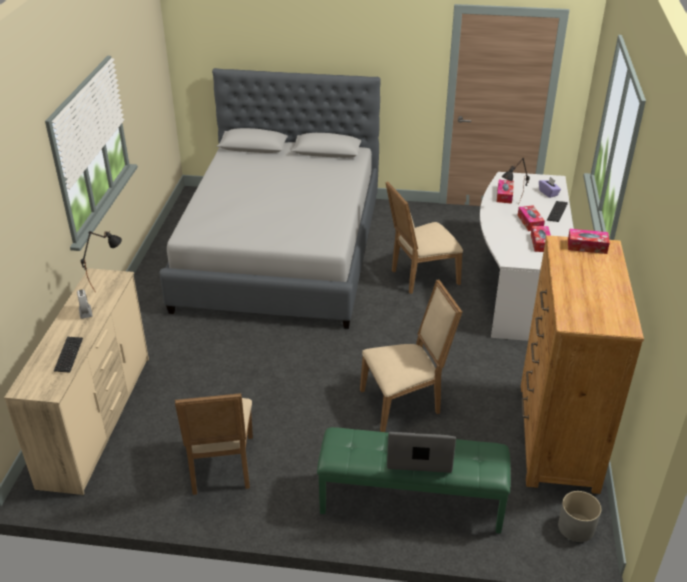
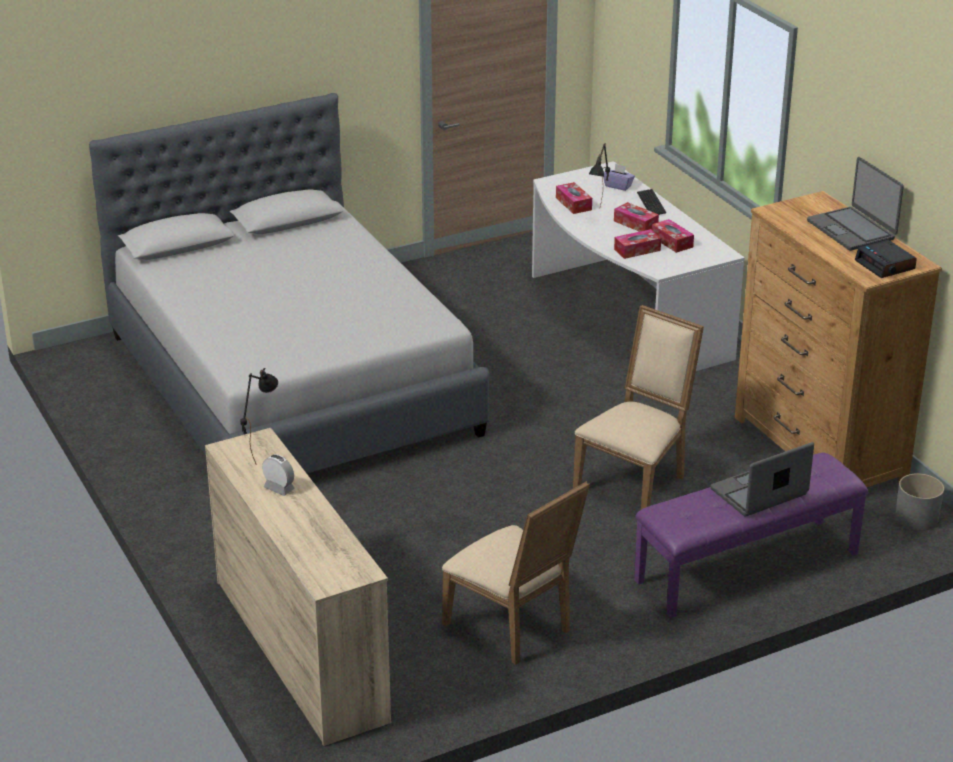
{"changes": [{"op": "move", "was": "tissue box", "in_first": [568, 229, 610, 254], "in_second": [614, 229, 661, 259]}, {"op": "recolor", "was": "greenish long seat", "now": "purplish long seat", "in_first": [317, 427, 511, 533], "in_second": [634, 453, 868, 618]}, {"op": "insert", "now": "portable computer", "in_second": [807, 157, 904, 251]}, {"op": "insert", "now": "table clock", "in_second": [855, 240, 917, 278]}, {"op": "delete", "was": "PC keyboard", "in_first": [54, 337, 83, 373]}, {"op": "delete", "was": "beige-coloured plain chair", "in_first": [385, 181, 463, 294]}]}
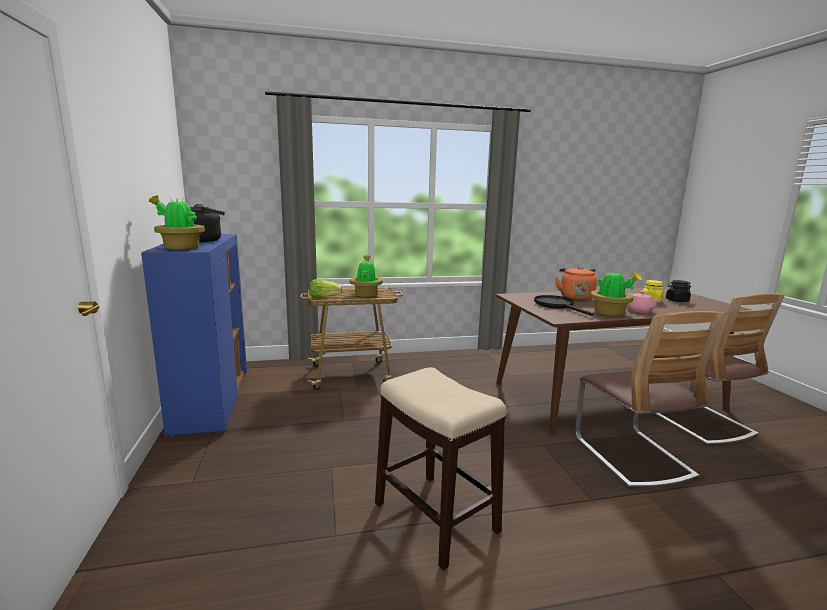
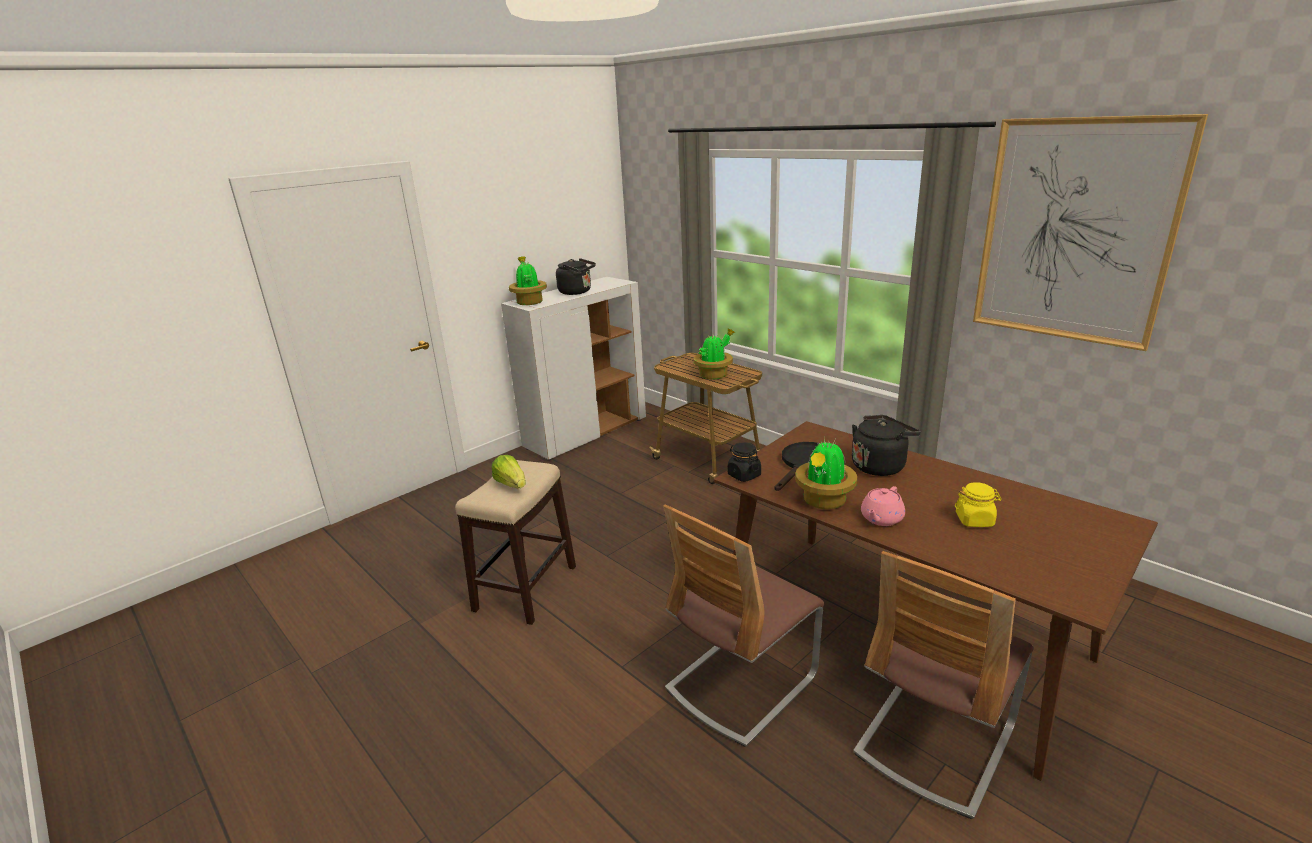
{"changes": [{"op": "move", "was": "lettuce head", "in_first": [309, 279, 342, 298], "in_second": [492, 455, 526, 489]}, {"op": "recolor", "was": "bluish cupboard", "now": "white cupboard", "in_first": [141, 234, 247, 437], "in_second": [501, 277, 646, 460]}, {"op": "move", "was": "blackish storage jar", "in_first": [666, 280, 691, 302], "in_second": [728, 442, 761, 482]}, {"op": "recolor", "was": "orangey water kettle", "now": "blackish water kettle", "in_first": [555, 266, 597, 301], "in_second": [852, 415, 921, 476]}, {"op": "insert", "now": "picture", "in_second": [973, 114, 1208, 351]}]}
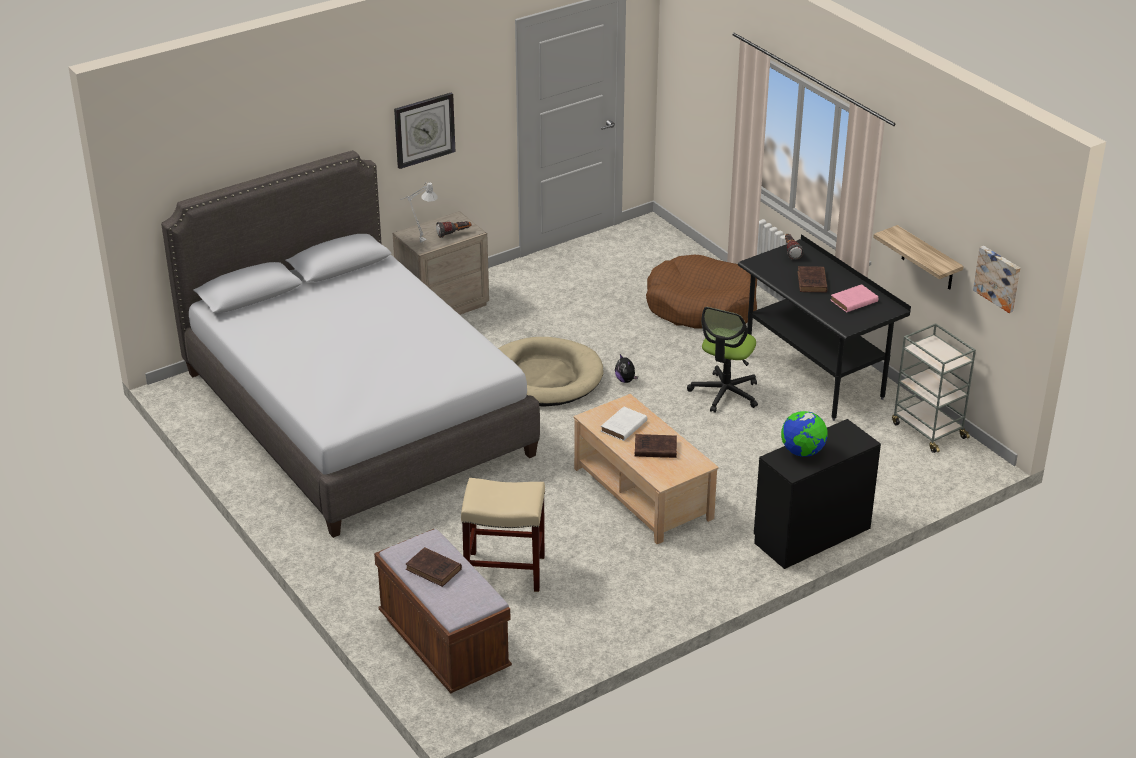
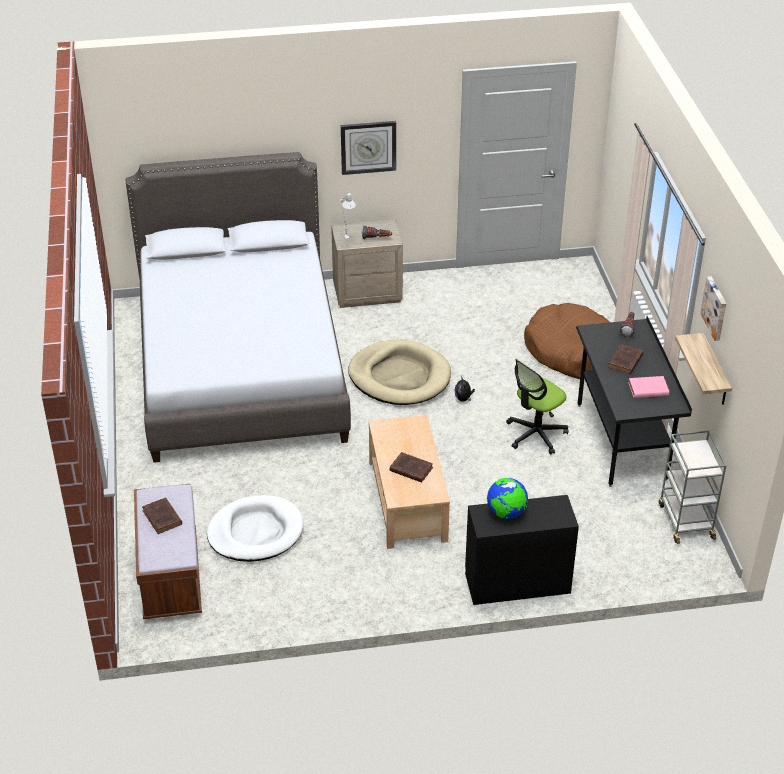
{"changes": [{"op": "replace", "was": "beige-coloured stool", "now": "white pet bed", "in_first": [461, 478, 545, 592], "in_second": [207, 495, 303, 562]}, {"op": "move", "was": "picture", "in_first": [973, 246, 1020, 313], "in_second": [700, 276, 726, 341]}, {"op": "delete", "was": "white book", "in_first": [601, 406, 647, 441]}]}
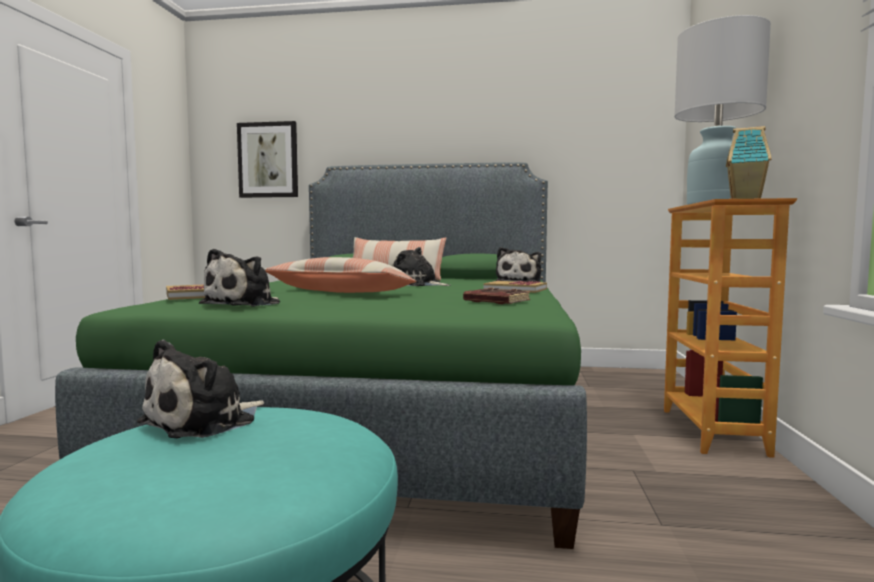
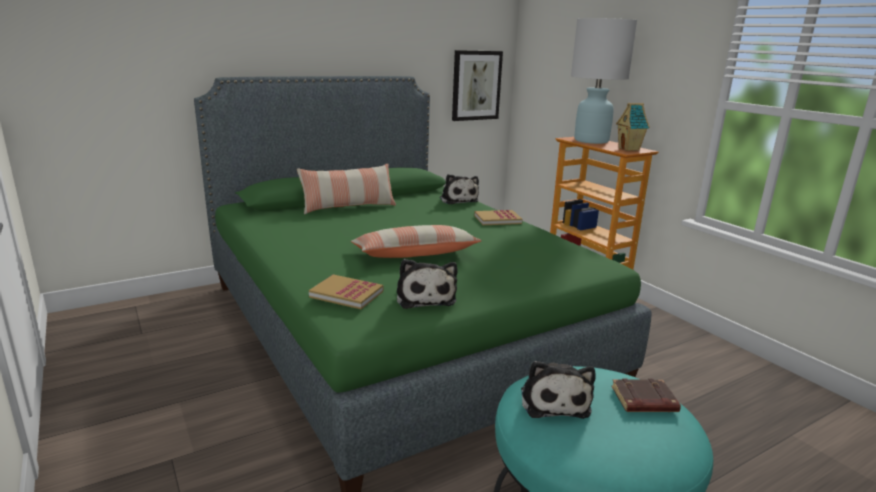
{"changes": [{"op": "move", "was": "picture", "in_first": [237, 121, 298, 198], "in_second": [452, 50, 503, 121]}, {"op": "move", "was": "brown-coloured book", "in_first": [463, 287, 530, 304], "in_second": [612, 379, 681, 412]}, {"op": "delete", "was": "soft toy", "in_first": [393, 247, 450, 286]}]}
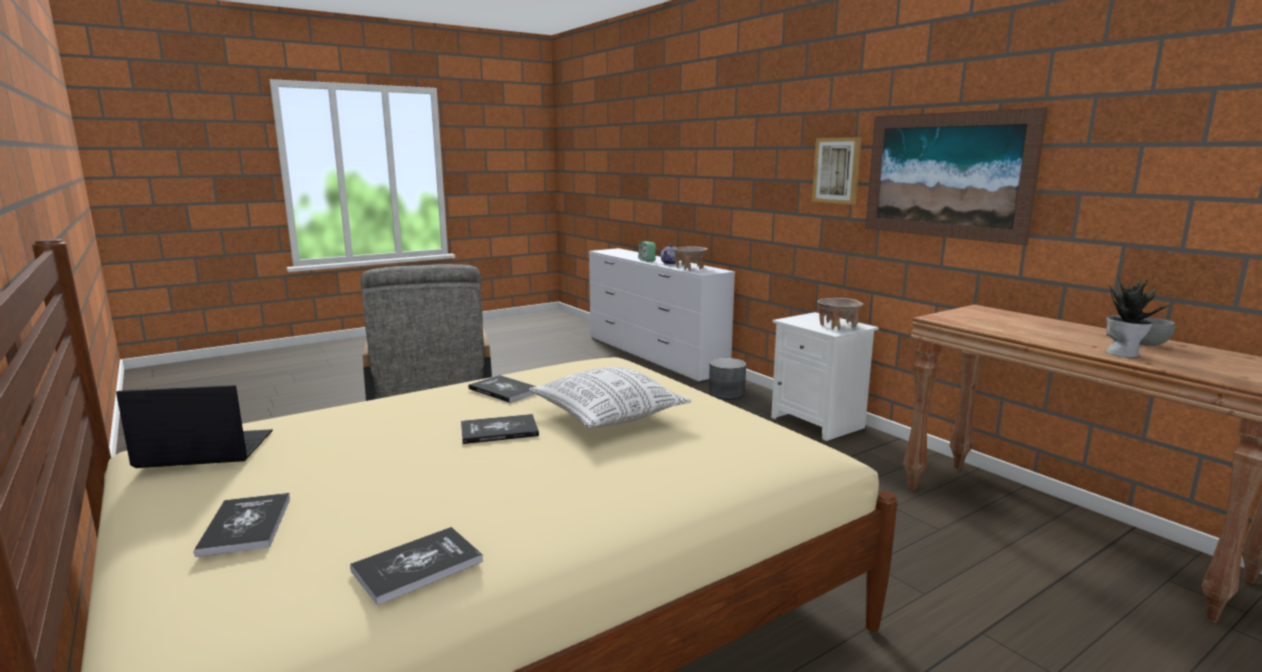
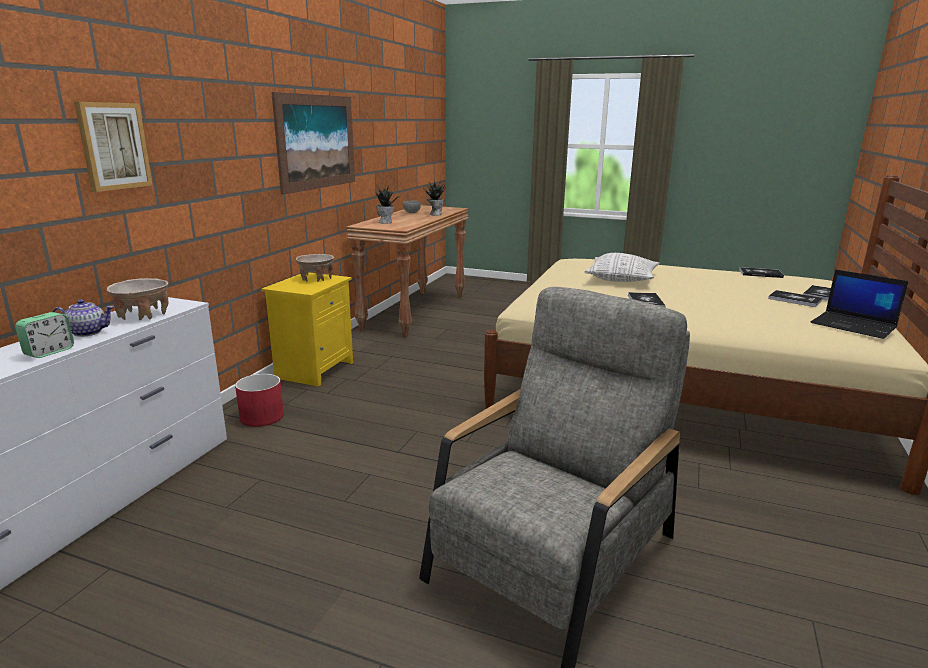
{"changes": [{"op": "move", "was": "picture", "in_first": [812, 137, 862, 205], "in_second": [74, 102, 153, 192]}, {"op": "recolor", "was": "greyish flower pot", "now": "red-coloured flower pot", "in_first": [709, 358, 746, 400], "in_second": [235, 374, 284, 427]}, {"op": "recolor", "was": "white bedside table", "now": "yellowish bedside table", "in_first": [771, 312, 879, 441], "in_second": [261, 272, 353, 387]}, {"op": "insert", "now": "houseplant", "in_second": [374, 185, 399, 224]}, {"op": "move", "was": "book", "in_first": [461, 414, 539, 444], "in_second": [768, 290, 822, 307]}]}
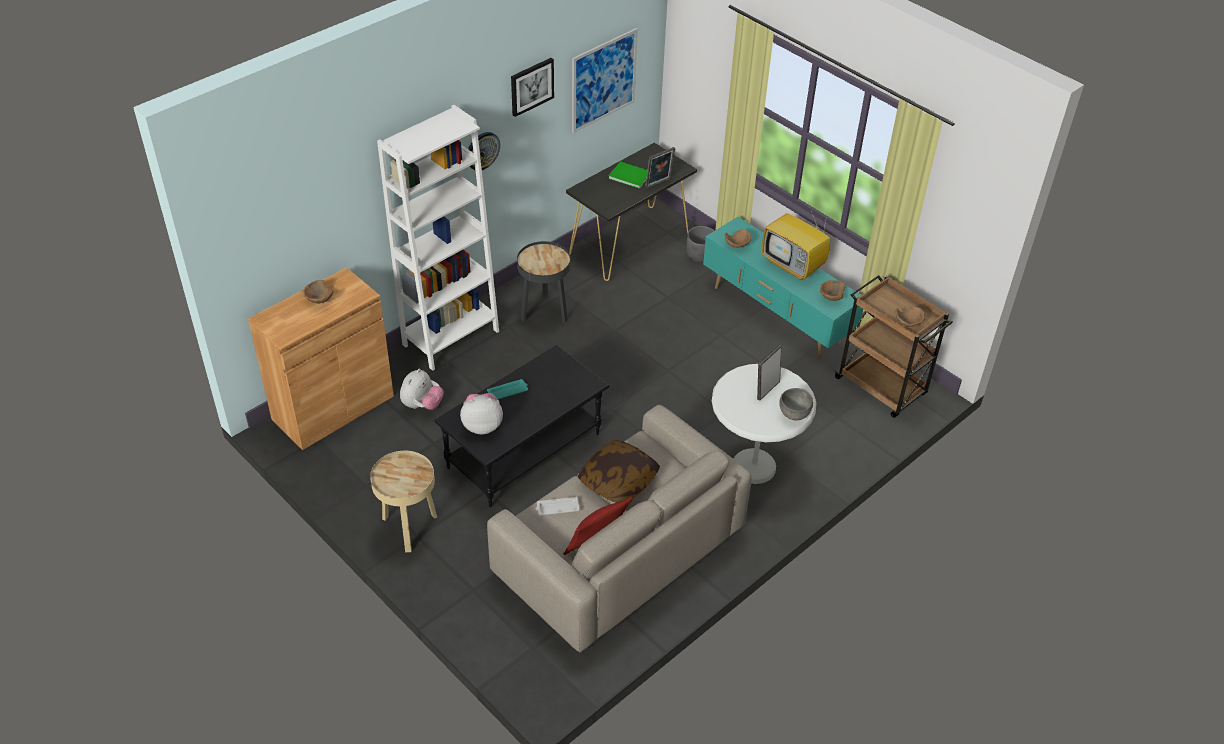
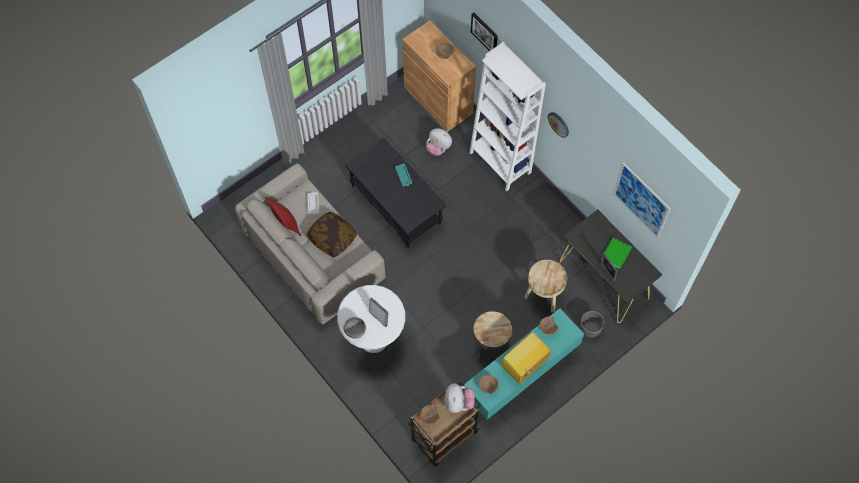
{"changes": [{"op": "move", "was": "soft toy", "in_first": [460, 393, 503, 434], "in_second": [444, 384, 475, 413]}, {"op": "move", "was": "picture", "in_first": [511, 58, 554, 117], "in_second": [471, 12, 498, 51]}, {"op": "move", "was": "blackish side table", "in_first": [517, 241, 570, 322], "in_second": [473, 310, 513, 363]}, {"op": "move", "was": "beige-coloured side table", "in_first": [370, 451, 437, 552], "in_second": [525, 260, 567, 313]}]}
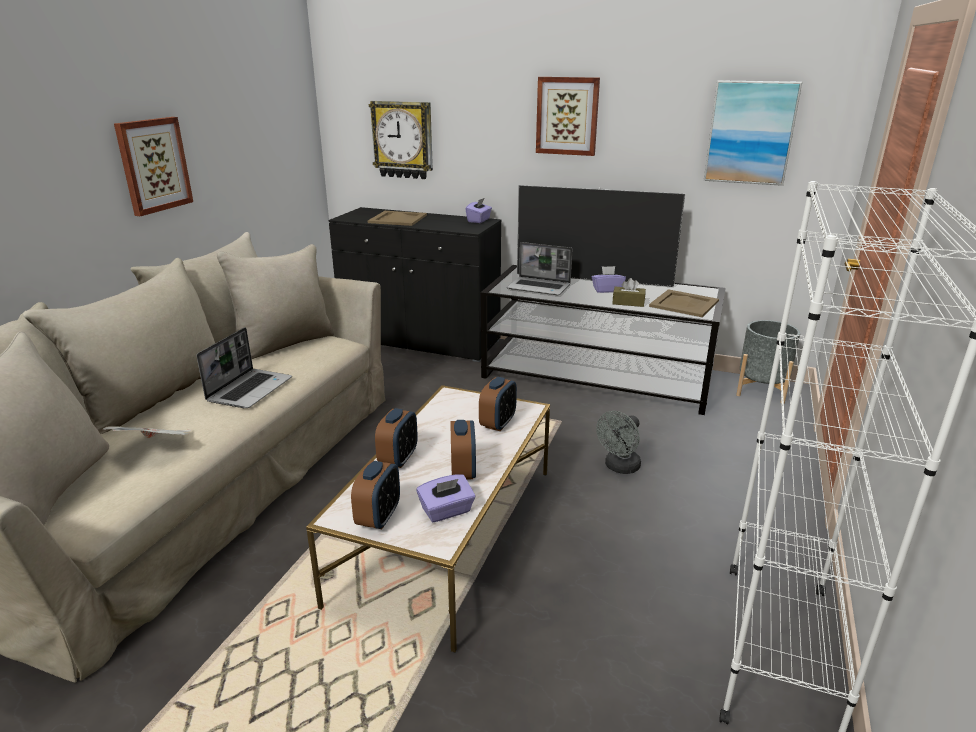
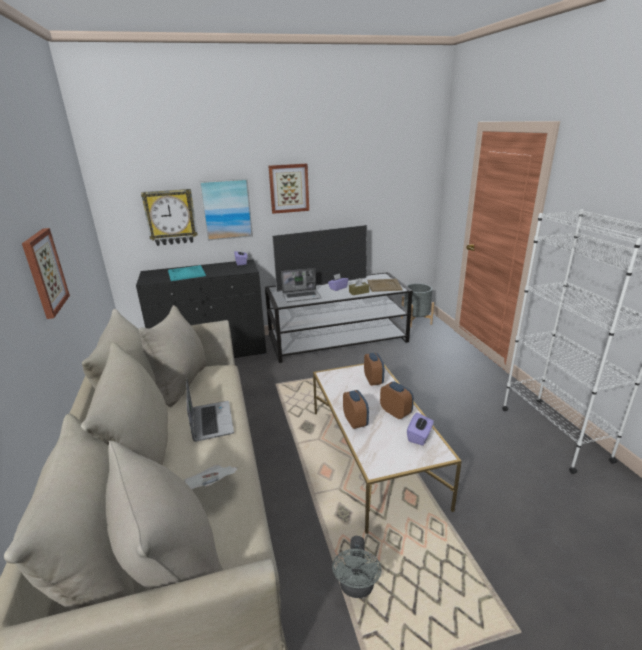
{"changes": [{"op": "recolor", "was": "beige-coloured serving tray", "now": "turquoise serving tray", "in_first": [368, 211, 427, 226], "in_second": [168, 265, 206, 281]}, {"op": "move", "was": "picture", "in_first": [704, 80, 802, 186], "in_second": [199, 179, 253, 241]}, {"op": "move", "was": "greyish fan", "in_first": [596, 411, 641, 474], "in_second": [332, 536, 382, 598]}, {"op": "delete", "was": "table clock", "in_first": [351, 460, 400, 529]}]}
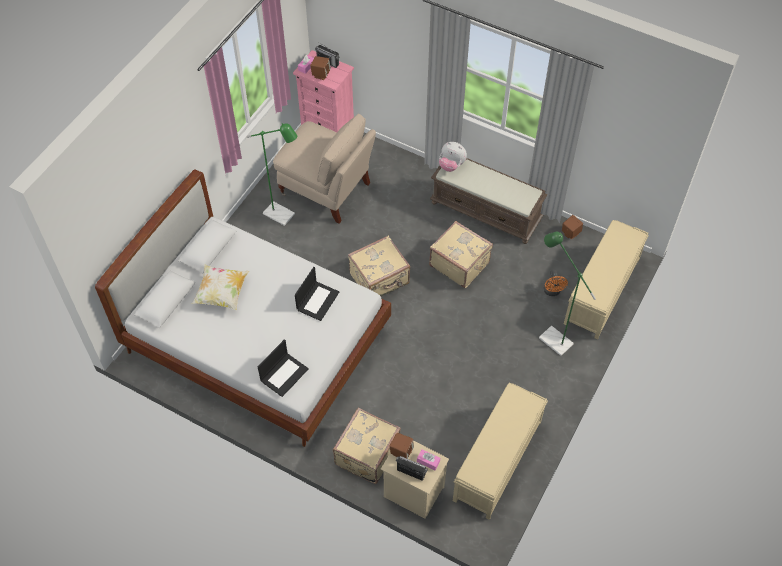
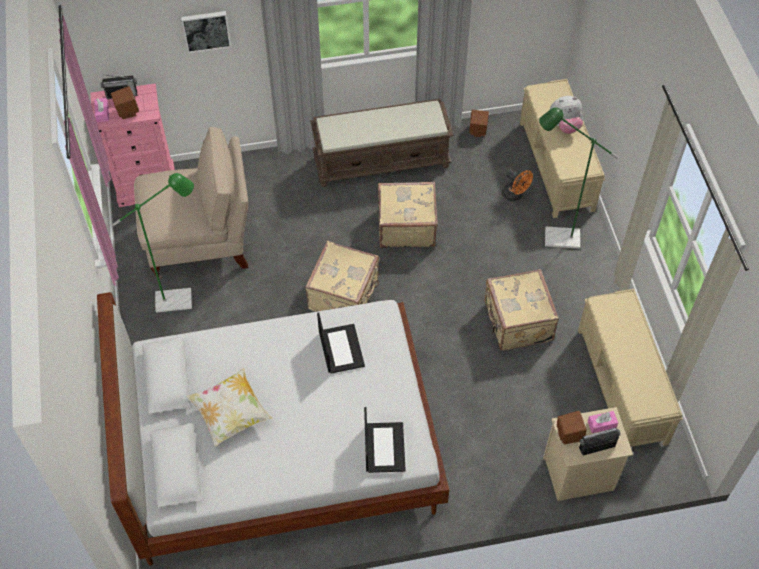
{"changes": [{"op": "insert", "now": "picture", "in_second": [181, 11, 231, 53]}, {"op": "move", "was": "beige-coloured travel case", "in_first": [333, 408, 401, 484], "in_second": [485, 269, 559, 350]}, {"op": "move", "was": "soft toy", "in_first": [439, 142, 467, 172], "in_second": [550, 96, 583, 134]}]}
